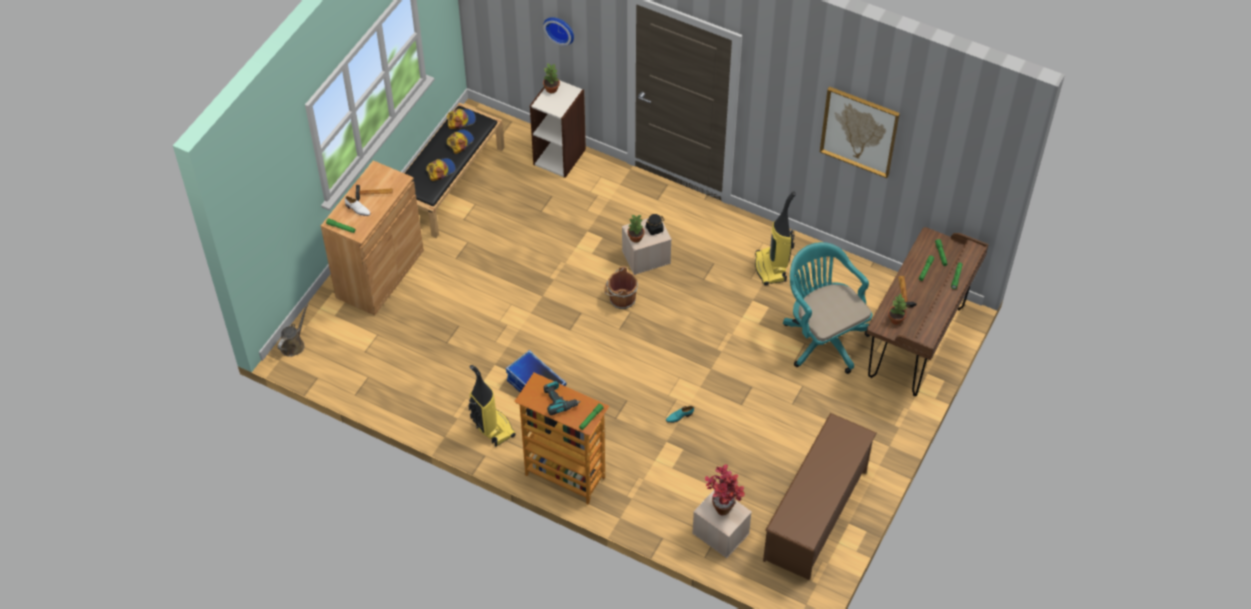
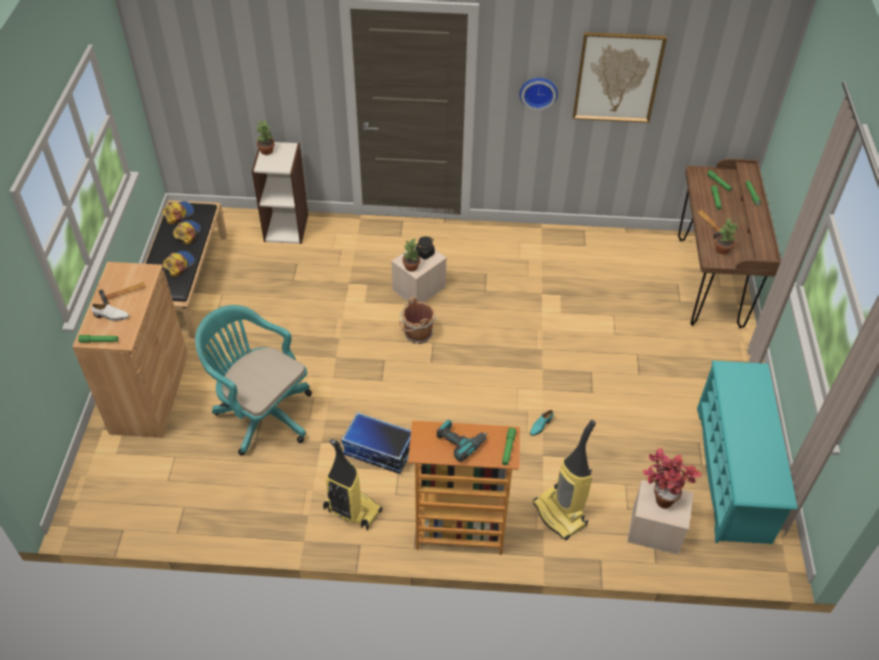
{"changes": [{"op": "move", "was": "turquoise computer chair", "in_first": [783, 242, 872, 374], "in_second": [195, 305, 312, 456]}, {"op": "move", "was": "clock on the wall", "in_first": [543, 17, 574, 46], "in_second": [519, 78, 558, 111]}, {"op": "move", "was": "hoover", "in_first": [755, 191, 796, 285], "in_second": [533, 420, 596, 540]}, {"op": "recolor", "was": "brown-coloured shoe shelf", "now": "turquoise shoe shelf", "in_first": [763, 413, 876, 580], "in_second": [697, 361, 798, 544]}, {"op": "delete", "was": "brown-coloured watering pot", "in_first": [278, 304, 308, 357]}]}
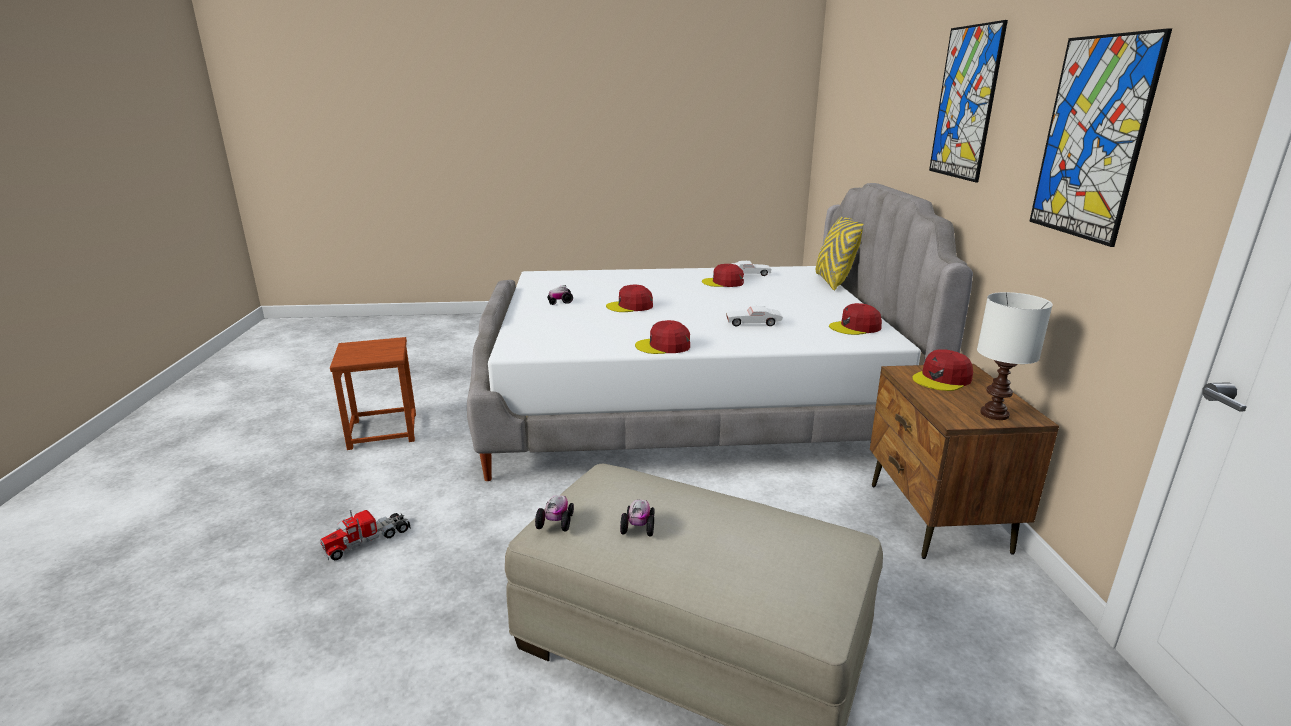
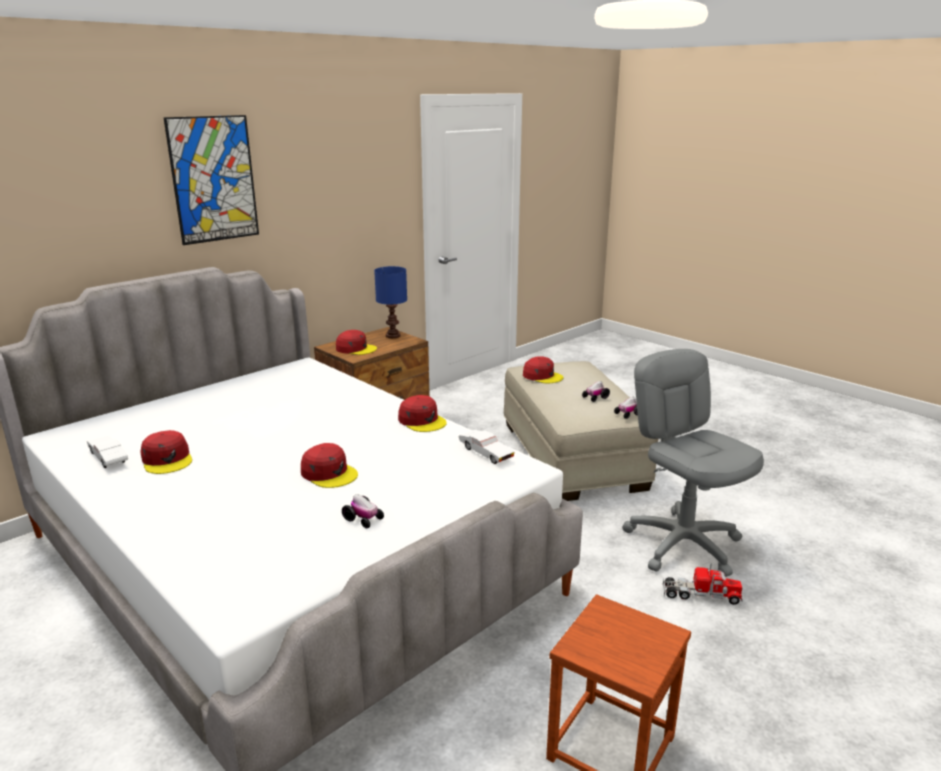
{"changes": [{"op": "recolor", "was": "white table lamp", "now": "bluish table lamp", "in_first": [977, 292, 1053, 420], "in_second": [374, 266, 407, 338]}, {"op": "move", "was": "white toy car", "in_first": [726, 306, 783, 326], "in_second": [459, 430, 514, 464]}, {"op": "move", "was": "red-coloured cap", "in_first": [829, 303, 882, 335], "in_second": [523, 356, 564, 383]}, {"op": "insert", "now": "greyish computer chair", "in_second": [622, 349, 764, 577]}, {"op": "delete", "was": "yellowish cushion", "in_first": [816, 216, 864, 291]}, {"op": "delete", "was": "picture", "in_first": [1029, 28, 1172, 247]}]}
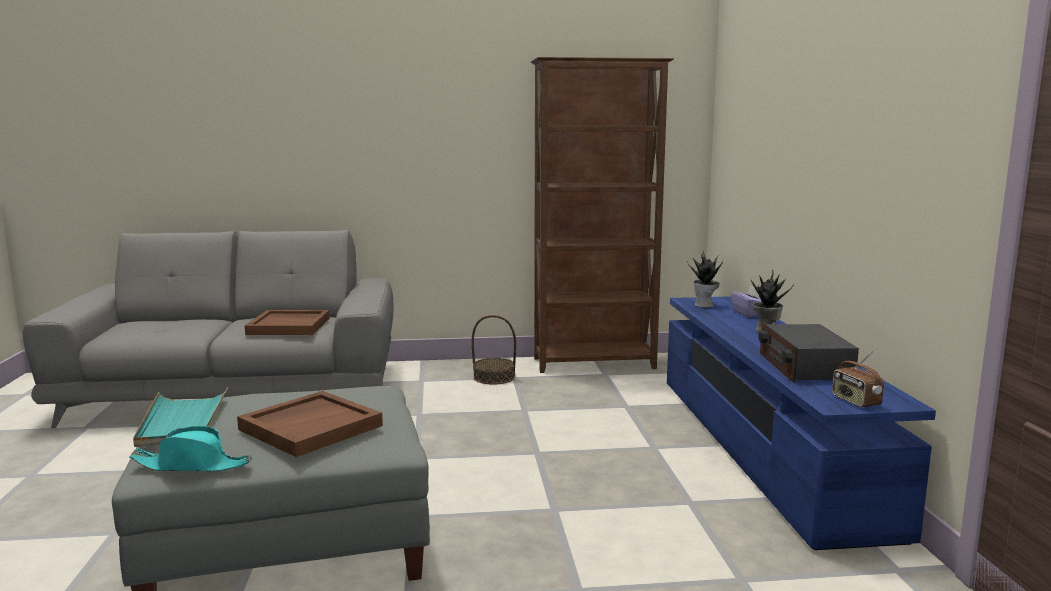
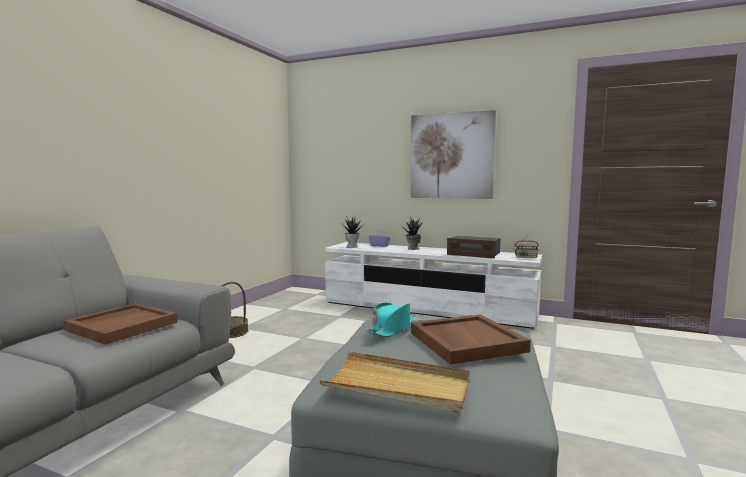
{"changes": [{"op": "recolor", "was": "turquoise serving tray", "now": "beige-coloured serving tray", "in_first": [133, 387, 228, 447], "in_second": [319, 351, 470, 413]}, {"op": "recolor", "was": "bluish media console", "now": "white media console", "in_first": [667, 296, 936, 550], "in_second": [325, 242, 542, 329]}, {"op": "move", "was": "turquoise clothing hat", "in_first": [129, 426, 253, 472], "in_second": [367, 302, 415, 337]}, {"op": "insert", "now": "picture", "in_second": [410, 110, 496, 199]}, {"op": "delete", "was": "brown-coloured shelving unit", "in_first": [531, 57, 674, 373]}]}
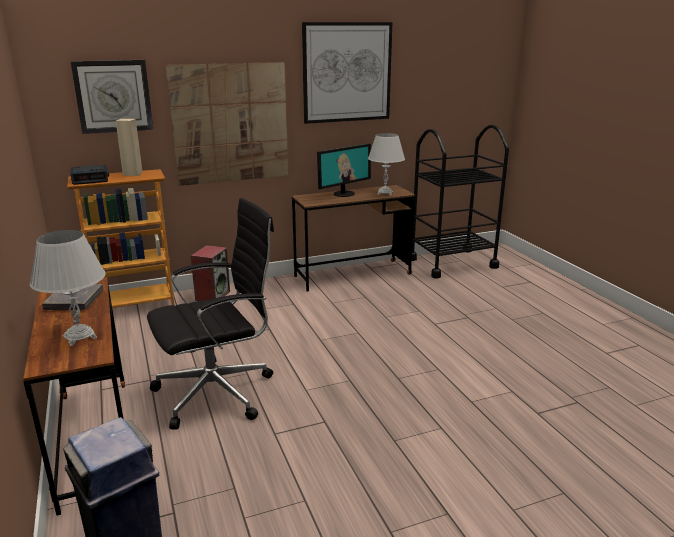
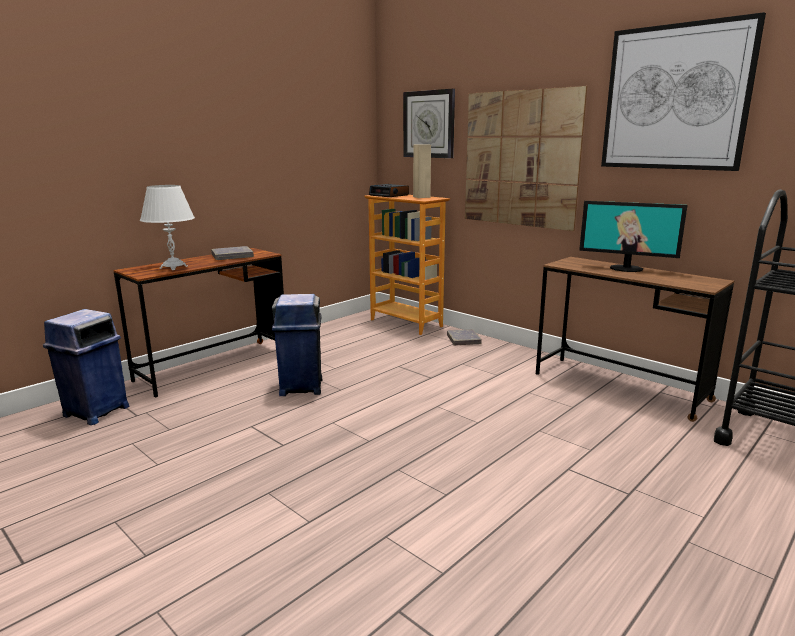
{"changes": [{"op": "replace", "was": "blackish computer chair", "now": "bluish trash can", "in_first": [147, 198, 274, 430], "in_second": [272, 294, 322, 396]}, {"op": "replace", "was": "speaker", "now": "greyish book", "in_first": [191, 245, 230, 301], "in_second": [447, 329, 482, 345]}, {"op": "delete", "was": "white table lamp", "in_first": [368, 133, 405, 196]}]}
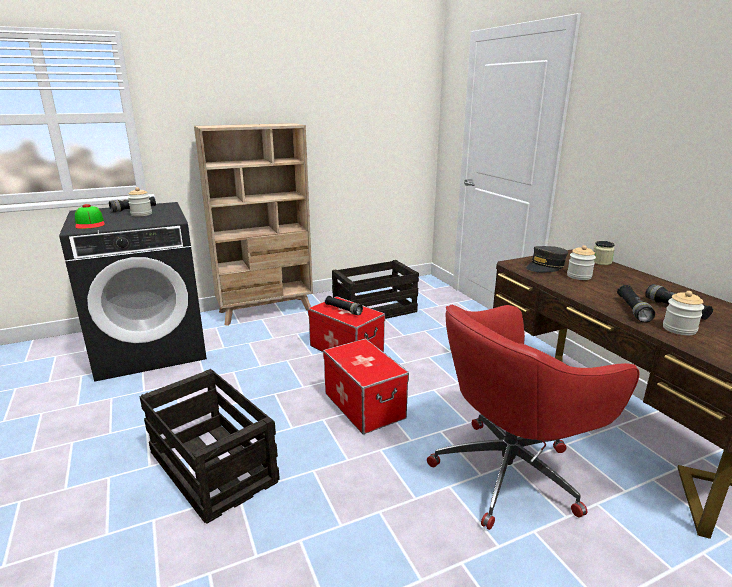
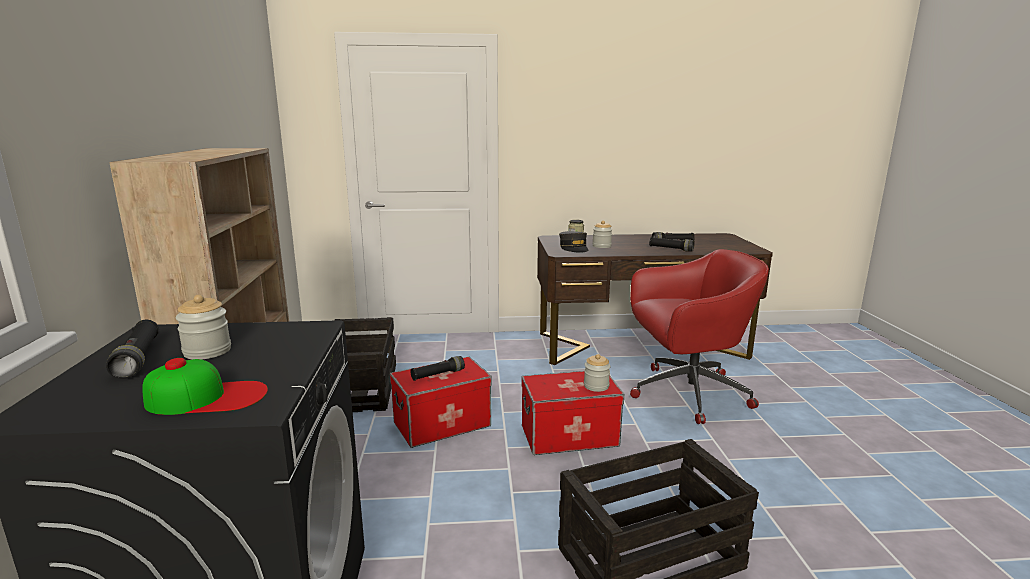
{"changes": [{"op": "move", "was": "storage jar", "in_first": [663, 291, 704, 335], "in_second": [584, 354, 611, 392]}, {"op": "rotate", "was": "red-coloured computer chair", "in_first": [427, 305, 639, 530], "in_second": [630, 249, 769, 424], "clockwise": -90}]}
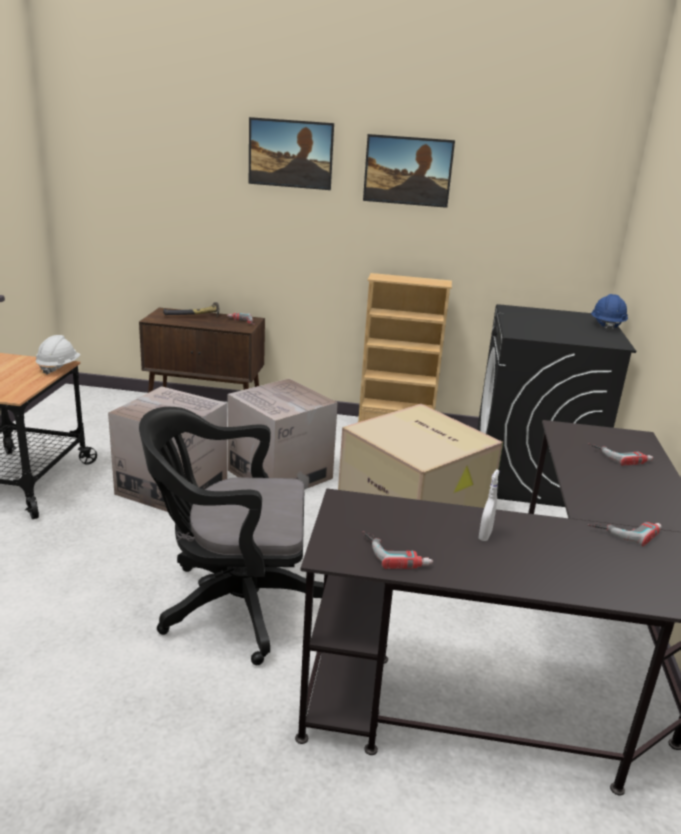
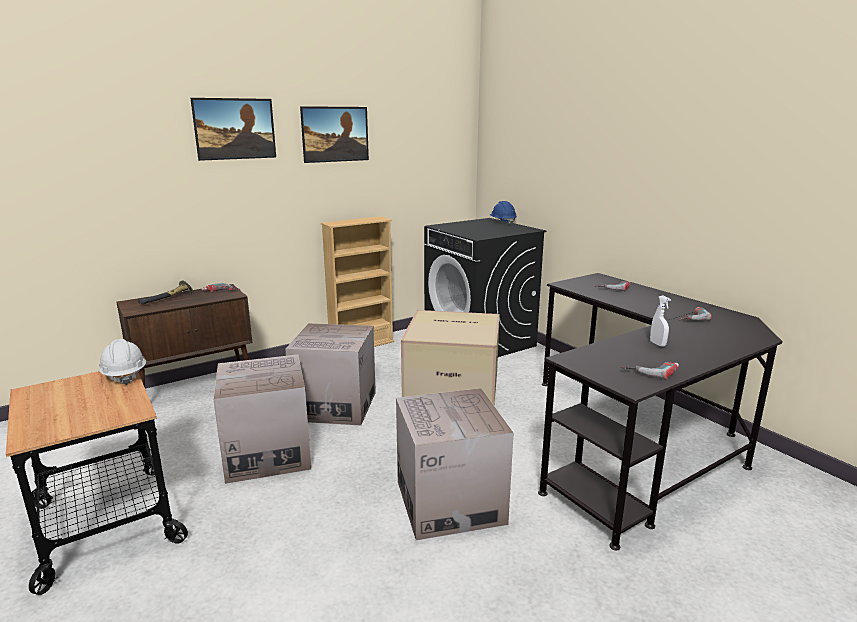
{"changes": [{"op": "replace", "was": "blackish computer chair", "now": "packing box", "in_first": [139, 407, 324, 665], "in_second": [396, 388, 513, 540]}]}
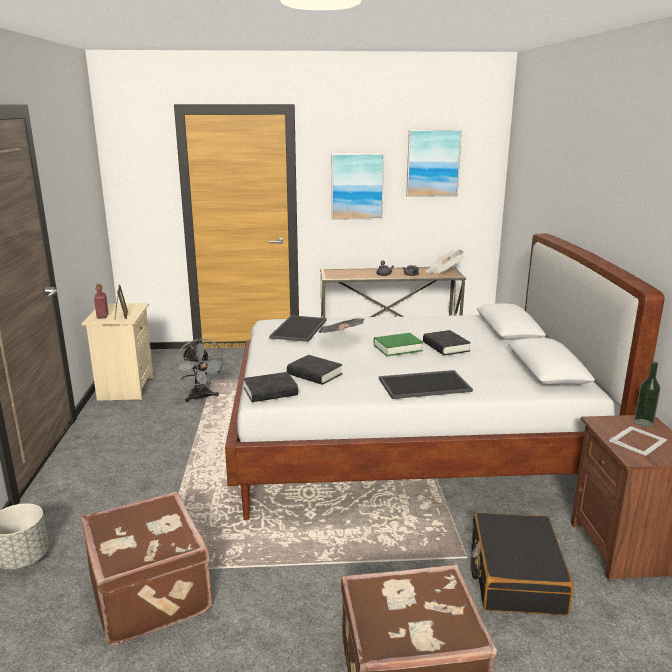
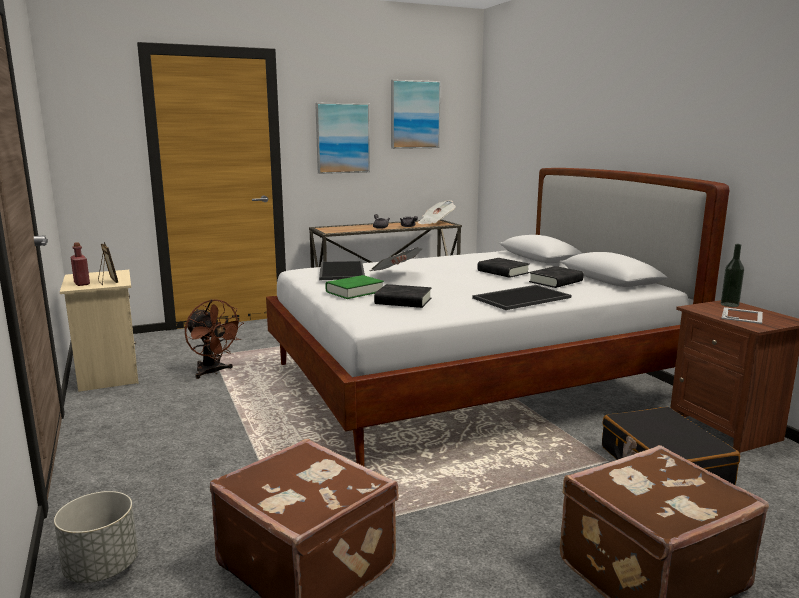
{"changes": [{"op": "recolor", "was": "greyish fan", "now": "brown-coloured fan", "in_first": [175, 338, 226, 402], "in_second": [185, 299, 244, 379]}, {"op": "move", "was": "greenish book", "in_first": [374, 333, 423, 356], "in_second": [325, 275, 384, 299]}, {"op": "move", "was": "blackish book", "in_first": [243, 372, 298, 402], "in_second": [529, 266, 584, 288]}]}
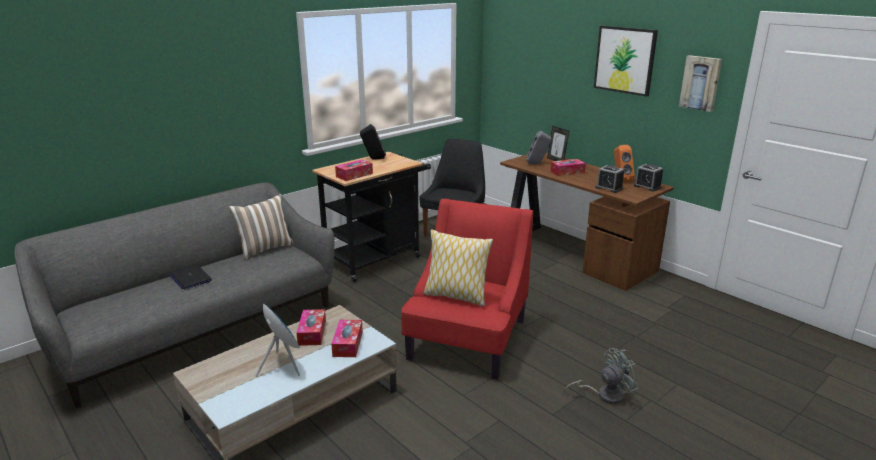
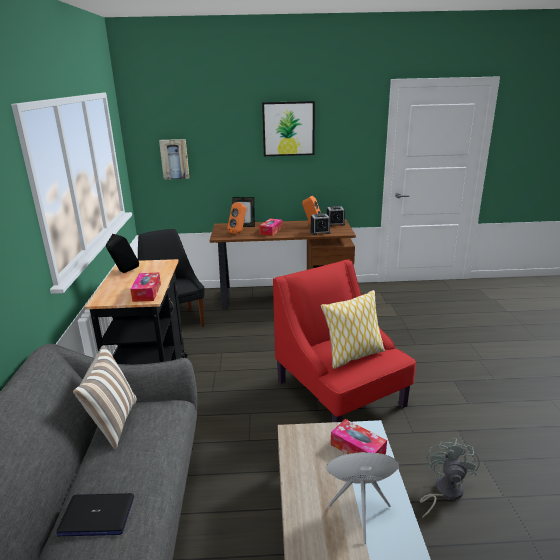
{"changes": [{"op": "move", "was": "picture", "in_first": [679, 55, 722, 112], "in_second": [159, 139, 189, 179]}, {"op": "recolor", "was": "greyish speaker", "now": "orangey speaker", "in_first": [526, 131, 551, 164], "in_second": [227, 202, 246, 234]}, {"op": "move", "was": "greyish fan", "in_first": [565, 348, 639, 404], "in_second": [420, 438, 479, 519]}, {"op": "delete", "was": "tissue box", "in_first": [297, 309, 326, 346]}]}
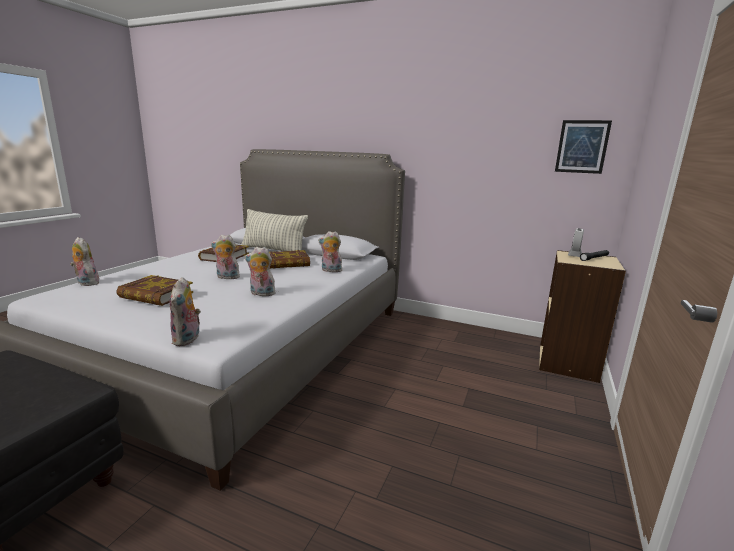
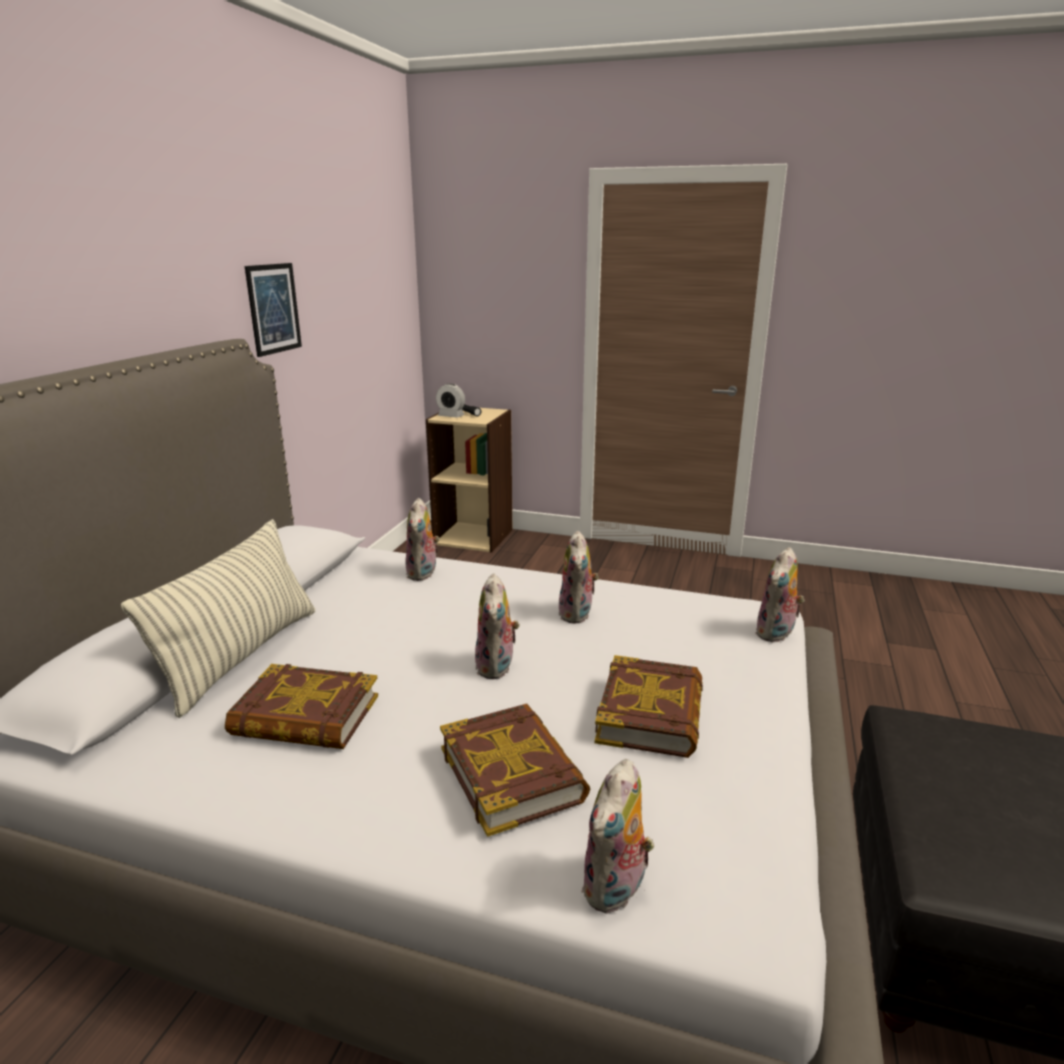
{"changes": [{"op": "move", "was": "picture", "in_first": [555, 120, 612, 174], "in_second": [245, 263, 302, 357]}, {"op": "move", "was": "book", "in_first": [269, 250, 310, 268], "in_second": [440, 704, 590, 837]}, {"op": "rotate", "was": "soft toy", "in_first": [169, 277, 201, 346], "in_second": [755, 547, 804, 643], "clockwise": 135}]}
